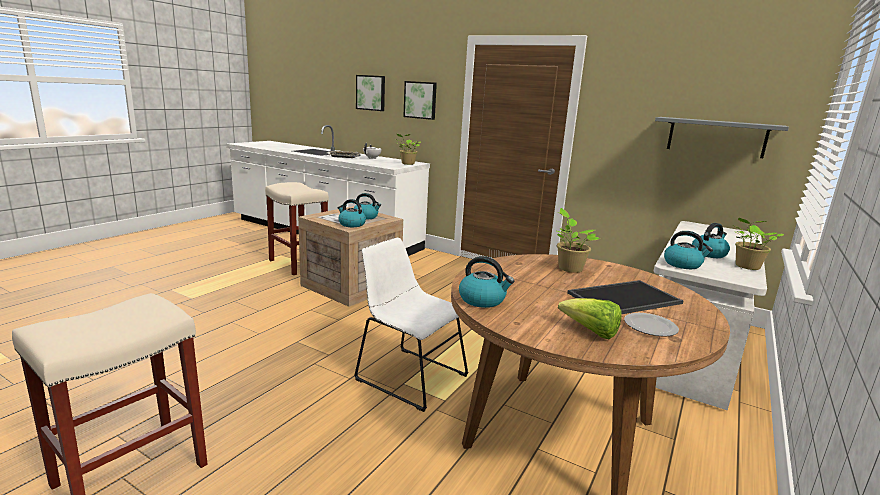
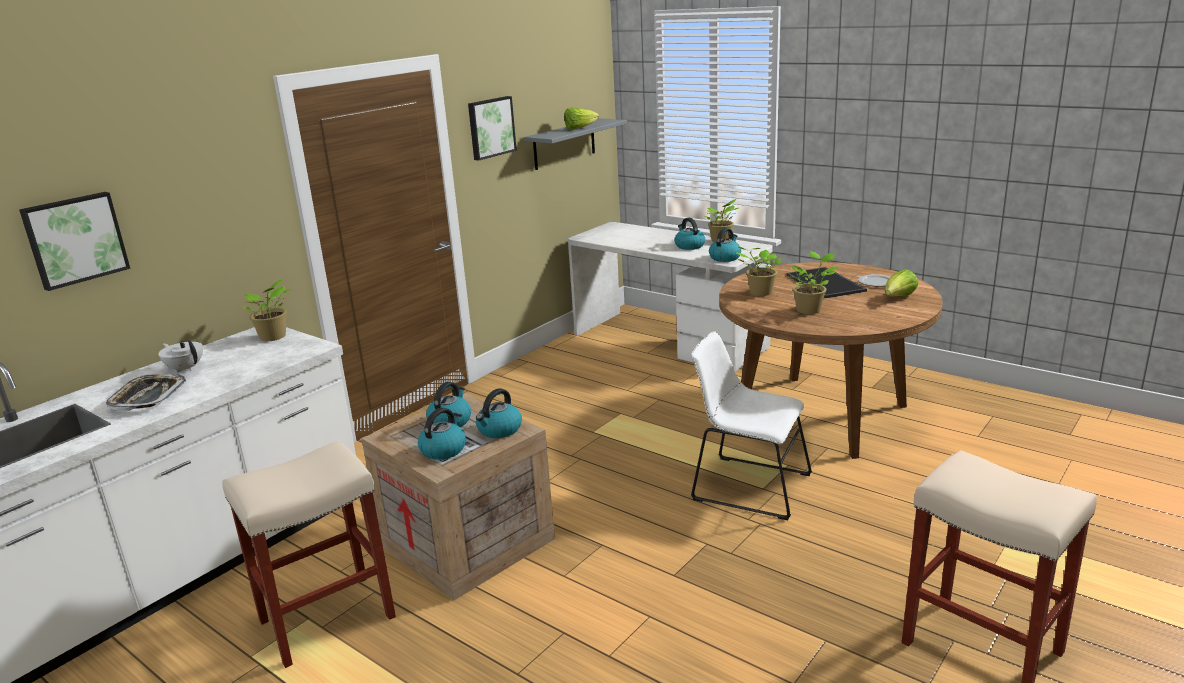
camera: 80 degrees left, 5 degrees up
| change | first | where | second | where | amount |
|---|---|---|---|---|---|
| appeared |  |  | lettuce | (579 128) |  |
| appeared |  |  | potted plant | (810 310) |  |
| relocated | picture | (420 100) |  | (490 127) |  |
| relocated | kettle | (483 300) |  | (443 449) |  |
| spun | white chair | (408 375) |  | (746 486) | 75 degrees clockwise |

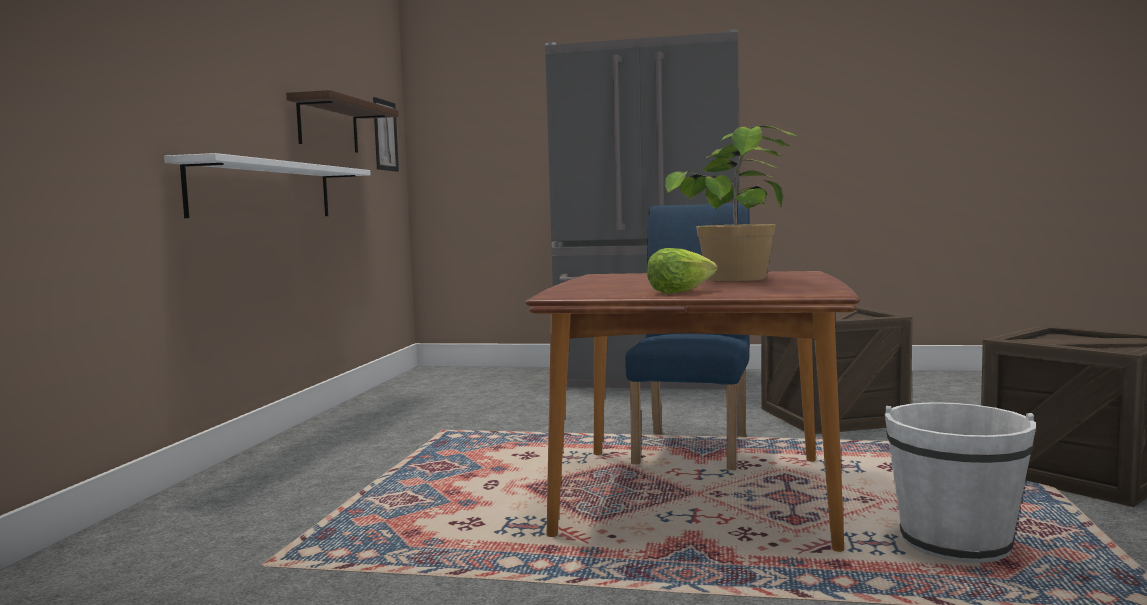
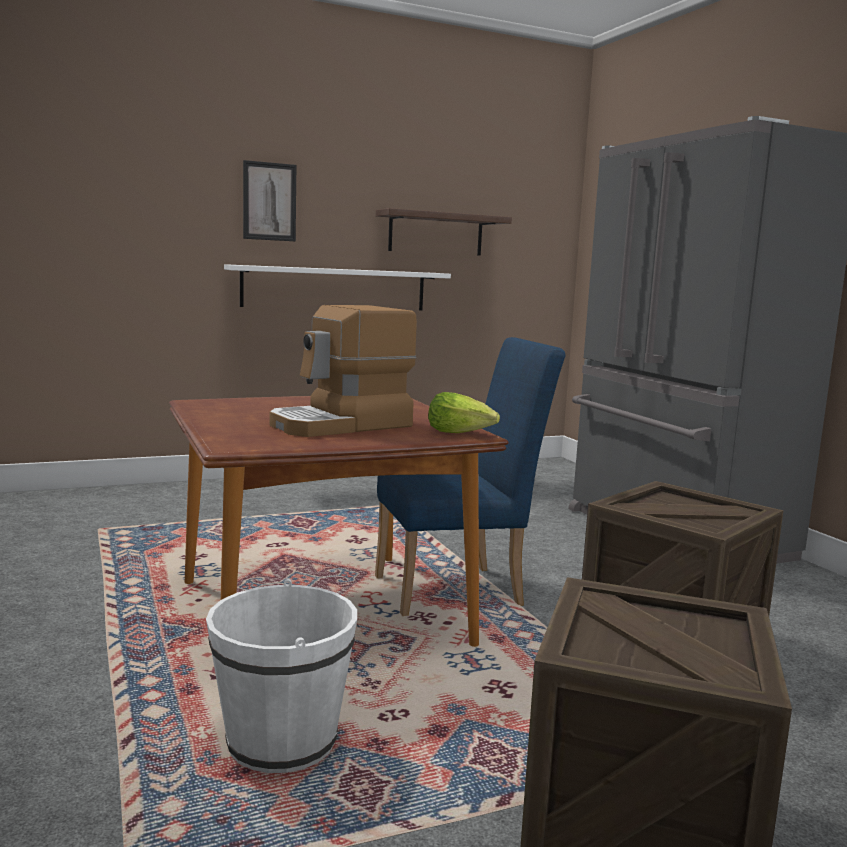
camera: 55 degrees right, 5 degrees up
| change | first | where | second | where | amount |
|---|---|---|---|---|---|
| relocated | picture | (385 135) |  | (269 201) |  |
| relocated | lettuce | (679 292) |  | (460 433) |  |
| exchanged | potted plant | (738 281) | coffee machine | (342 425) |  |

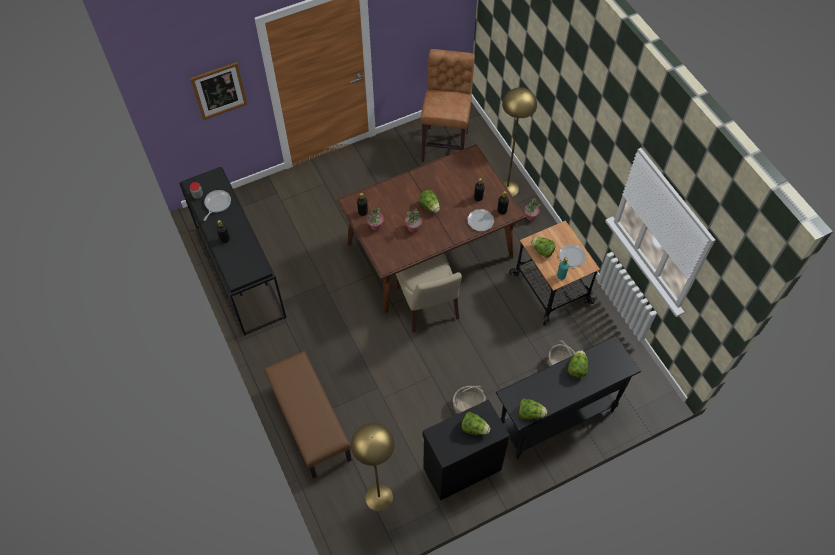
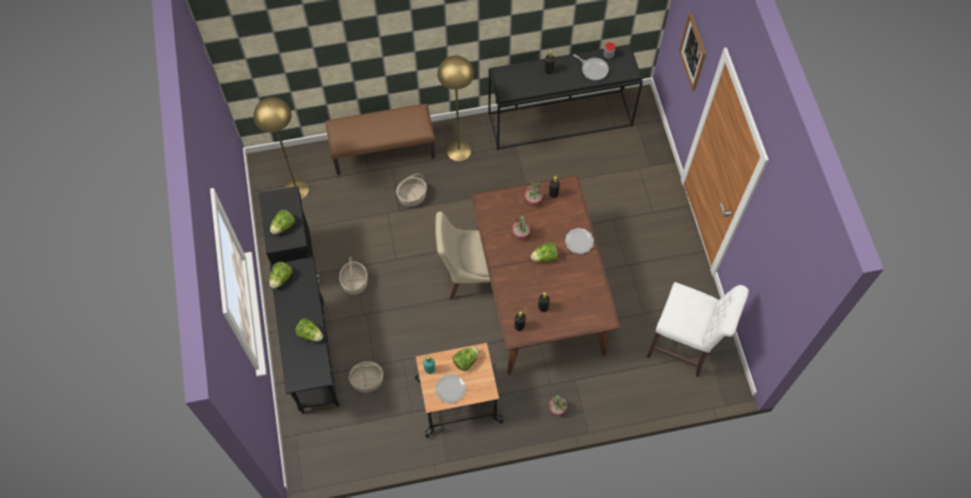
camera: 105 degrees right, 5 degrees up
| change | first | where | second | where | amount |
|---|---|---|---|---|---|
| appeared |  |  | basket | (412 196) |  |
| relocated | plate | (480 220) |  | (579 241) |  |
| relocated | yellow floor lamp | (507 188) |  | (459 151) |  |
| colour | brown stool | (445 144) | white stool | (684 348) |  |

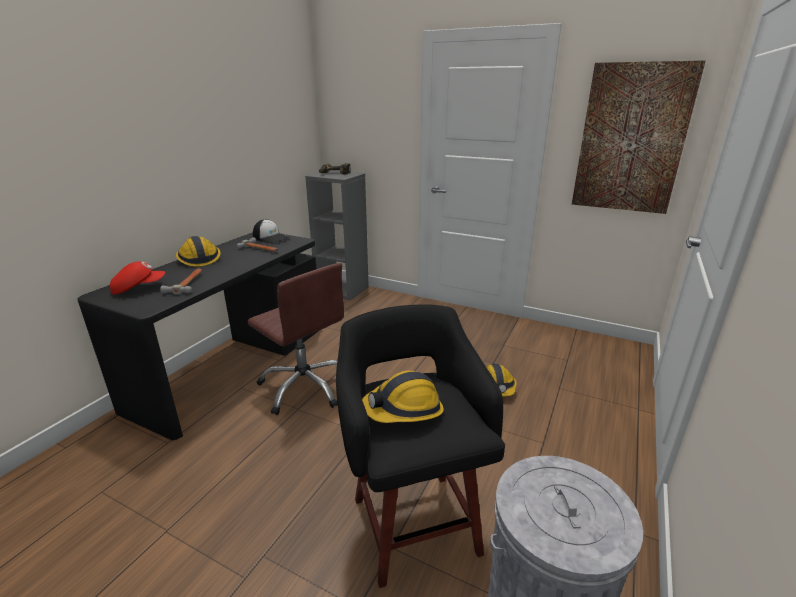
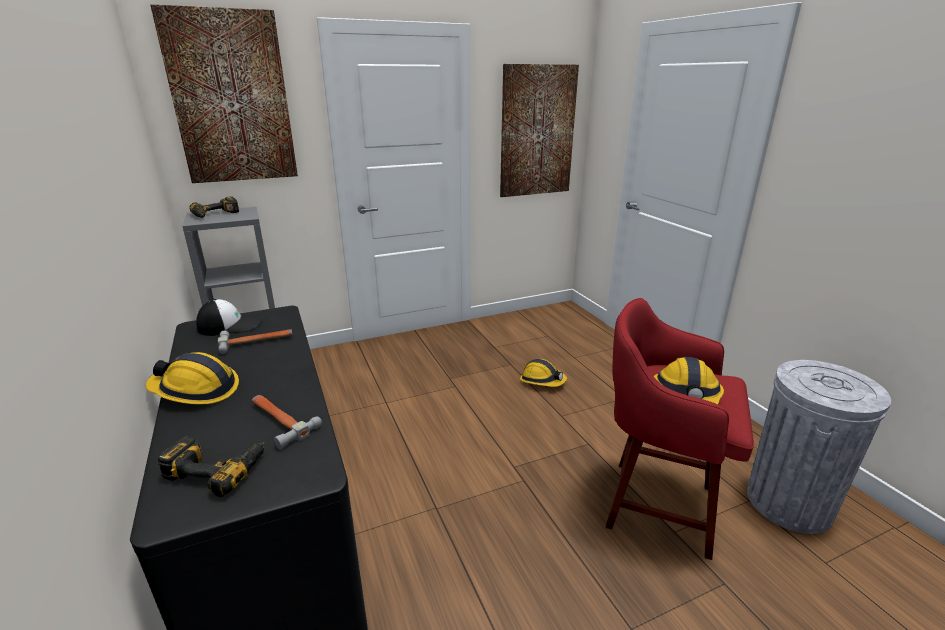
camera: 50 degrees left, 0 degrees up
| change | first | where | second | where | amount |
|---|---|---|---|---|---|
| missing | brown office chair | (305 386) |  |  |  |
| appeared |  |  | picture | (231 99) |  |
| exchanged | red cap | (138 288) | power drill | (218 467) |  |
| colour | black stool | (413 521) | red stool | (655 504) |  |

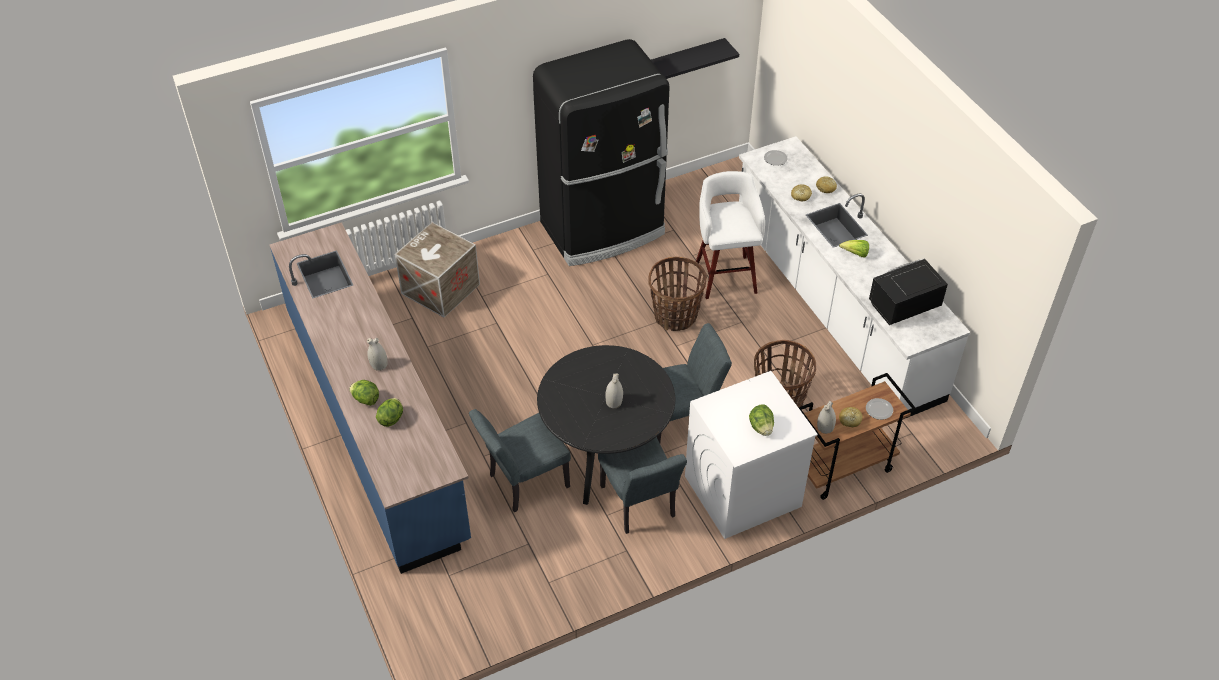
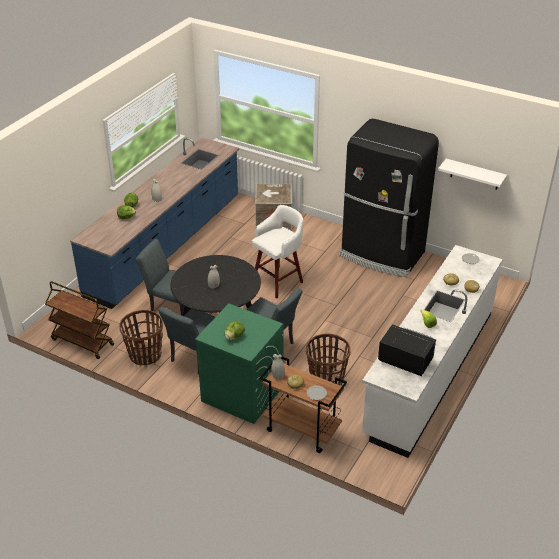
camera: 55 degrees right, 10 degrees down
| change | first | where | second | where | amount |
|---|---|---|---|---|---|
| appeared |  |  | brown cart | (82 342) |  |
| relocated | basket | (675 316) |  | (145 355) |  |
| relocated | white stool | (725 275) |  | (279 281) |  |
| colour | black shelf | (685 60) | white shelf | (474 174) |  |
| colour | white washing machine | (742 492) | green washing machine | (242 393) |  |

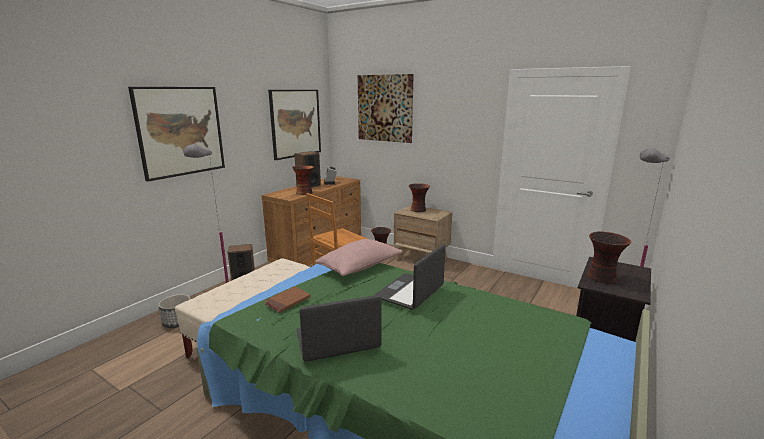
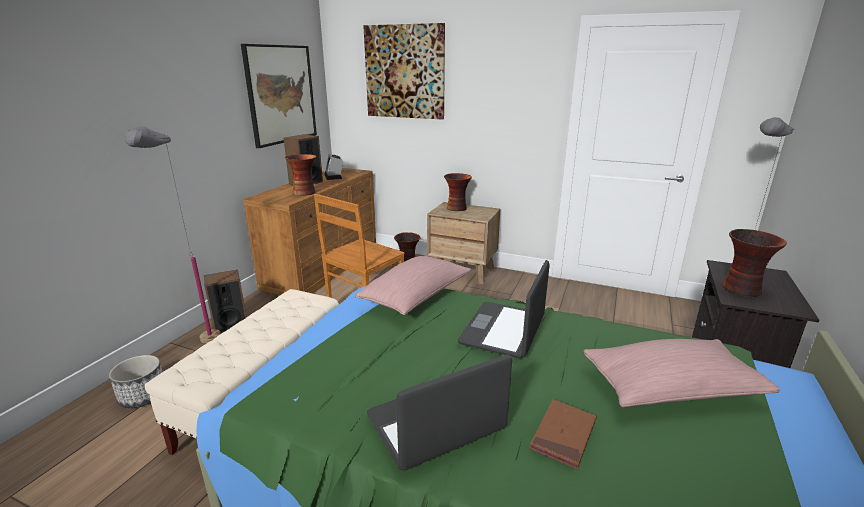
camera: 10 degrees left, 5 degrees up
| change | first | where | second | where | amount |
|---|---|---|---|---|---|
| missing | picture | (180 131) |  |  |  |
| appeared |  |  | pink pillow | (670 389) |  |
| relocated | brown book | (288 301) |  | (563 435) |  |

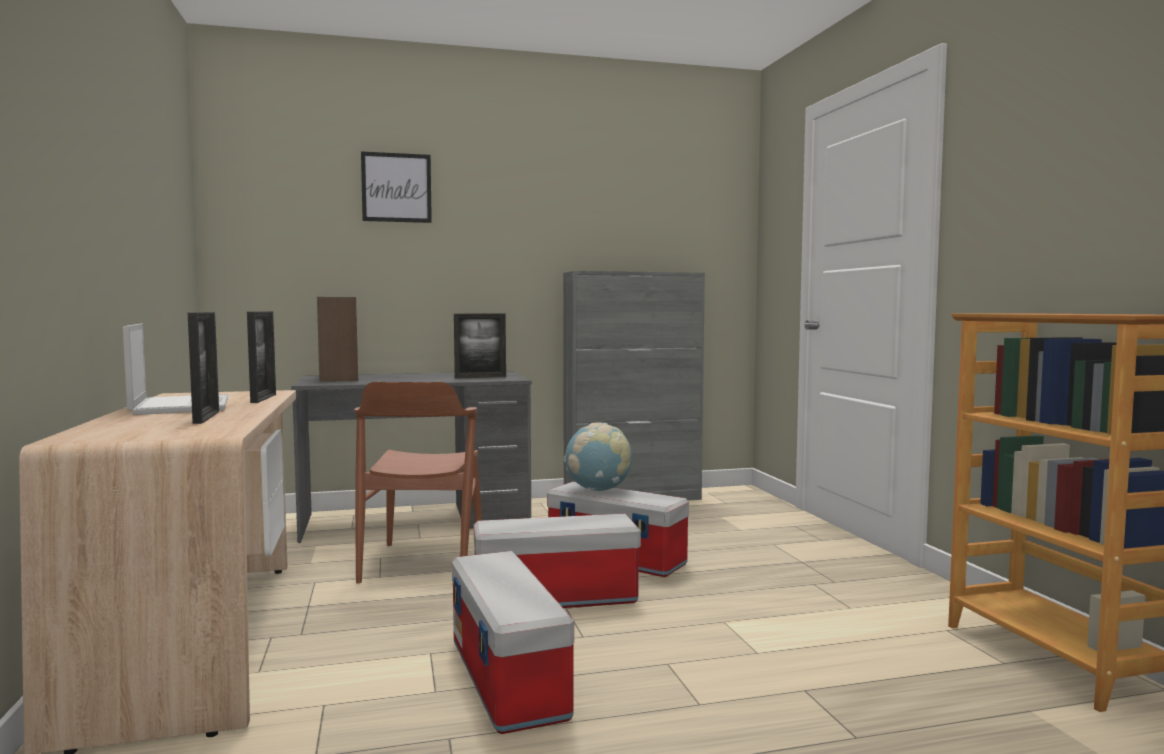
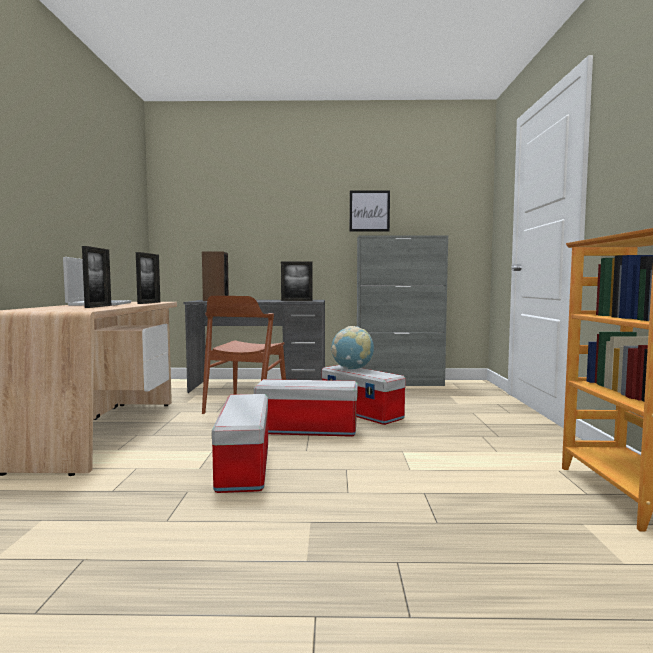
camera: 15 degrees right, 0 degrees up
| change | first | where | second | where | amount |
|---|---|---|---|---|---|
| relocated | picture | (396 187) |  | (369 211) |  |

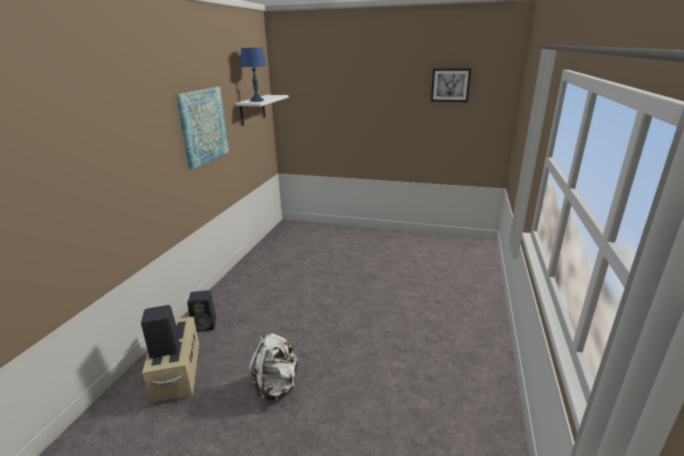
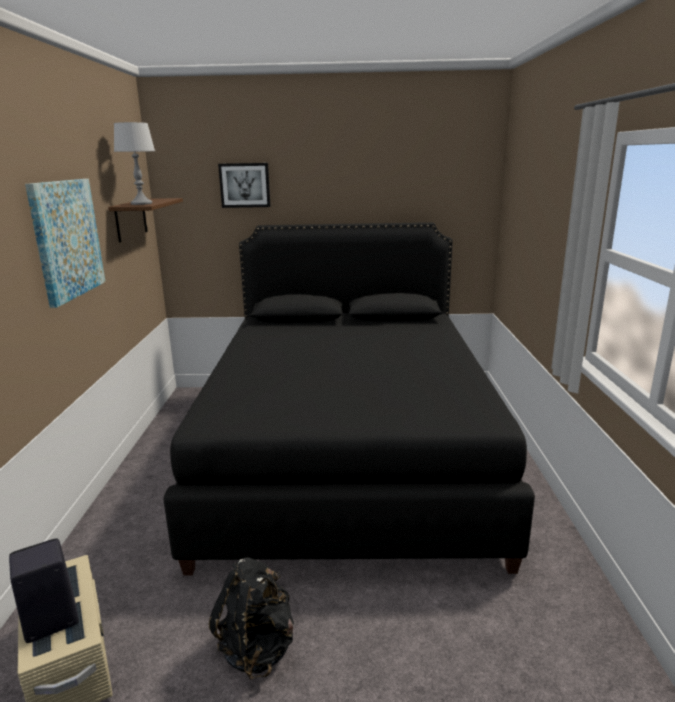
camera: 15 degrees left, 5 degrees down
| change | first | where | second | where | amount |
|---|---|---|---|---|---|
| missing | black speaker | (205 325) |  |  |  |
| appeared |  |  | black bed | (347 454) |  |
| relocated | picture | (450 85) |  | (245 185) |  |
| colour | white shelf | (252 110) | brown shelf | (131 219) |  |
| colour | blue table lamp | (256 100) | grey table lamp | (141 204) |  |
| colour | white backpack | (276 387) | black backpack | (258 648) |  |

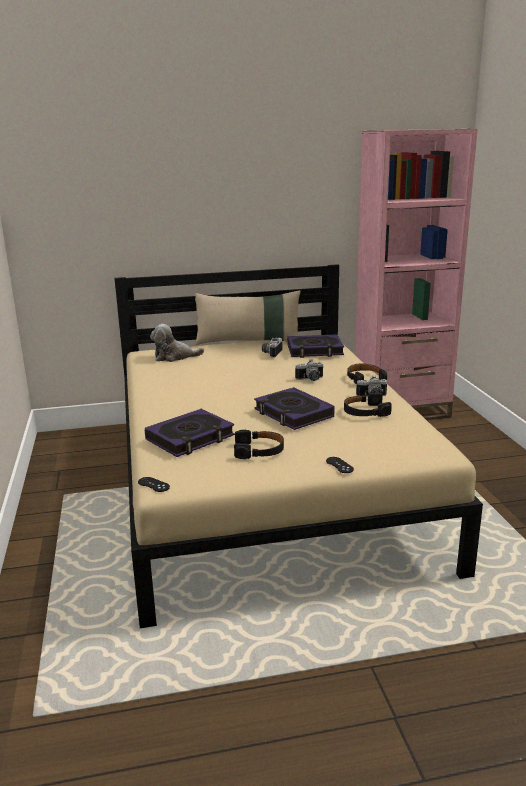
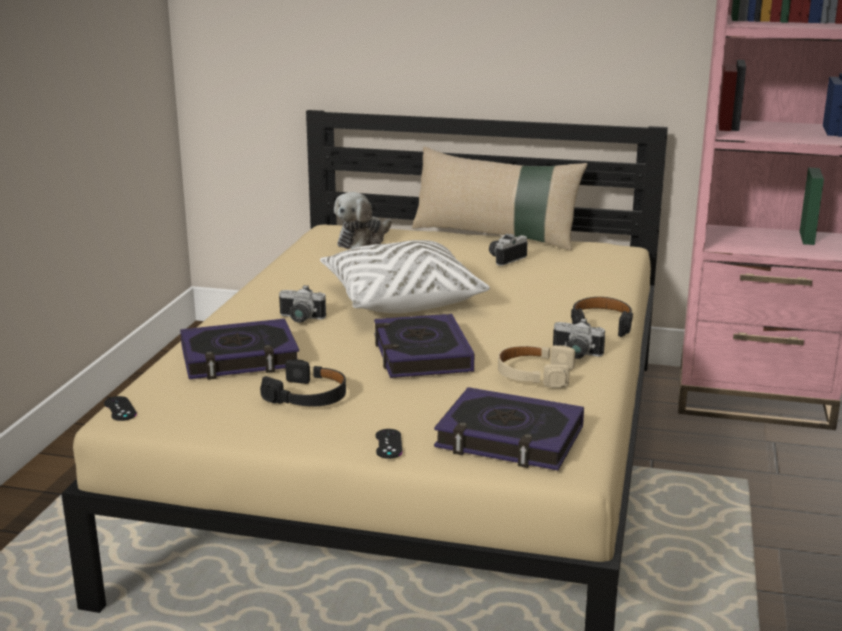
camera: 25 degrees right, 0 degrees up
| change | first | where | second | where | amount |
|---|---|---|---|---|---|
| appeared |  |  | white pillow | (400 299) |  |
| relocated | book | (315 350) |  | (509 438) |  |
| relocated | photo camera | (310 379) |  | (300 319) |  |
| colour | black headphones | (365 411) | beige headphones | (534 374) |  |
| spun | plush toy | (174 357) |  | (363 241) | 75 degrees counterclockwise |

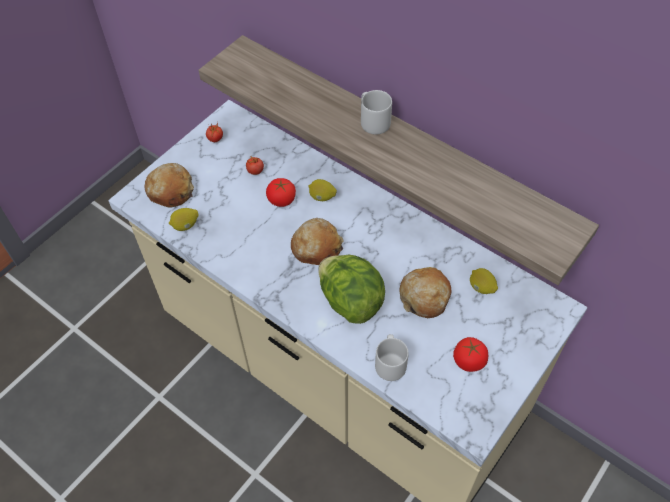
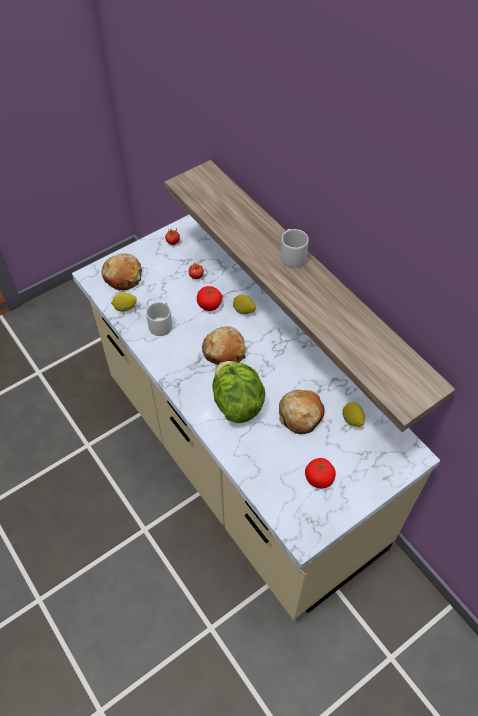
camera: 15 degrees right, 0 degrees up
| change | first | where | second | where | amount |
|---|---|---|---|---|---|
| relocated | grey mug | (390 363) |  | (161 324) |  |

